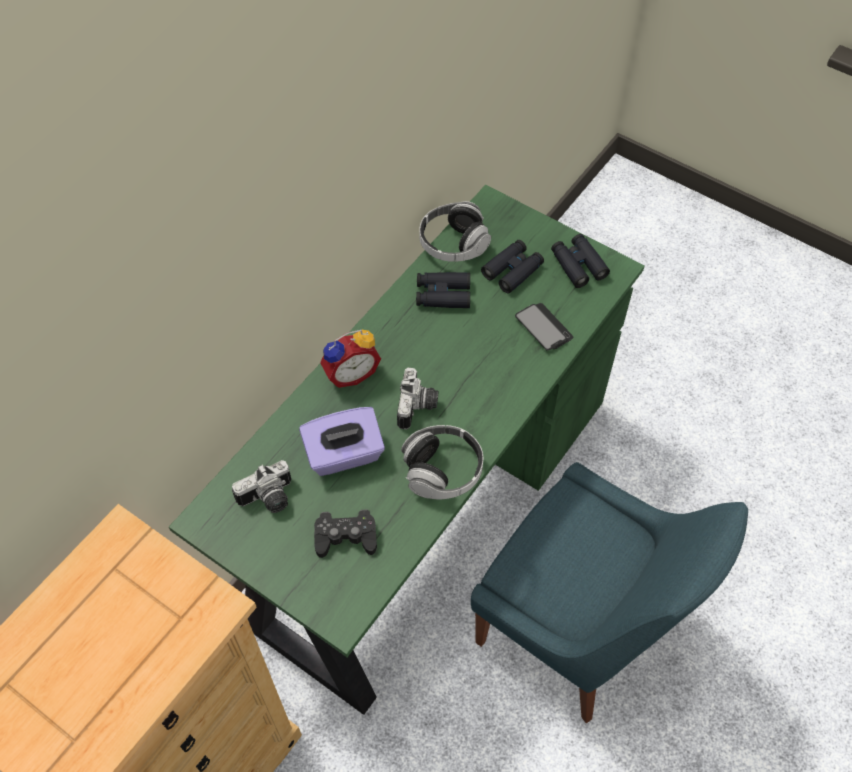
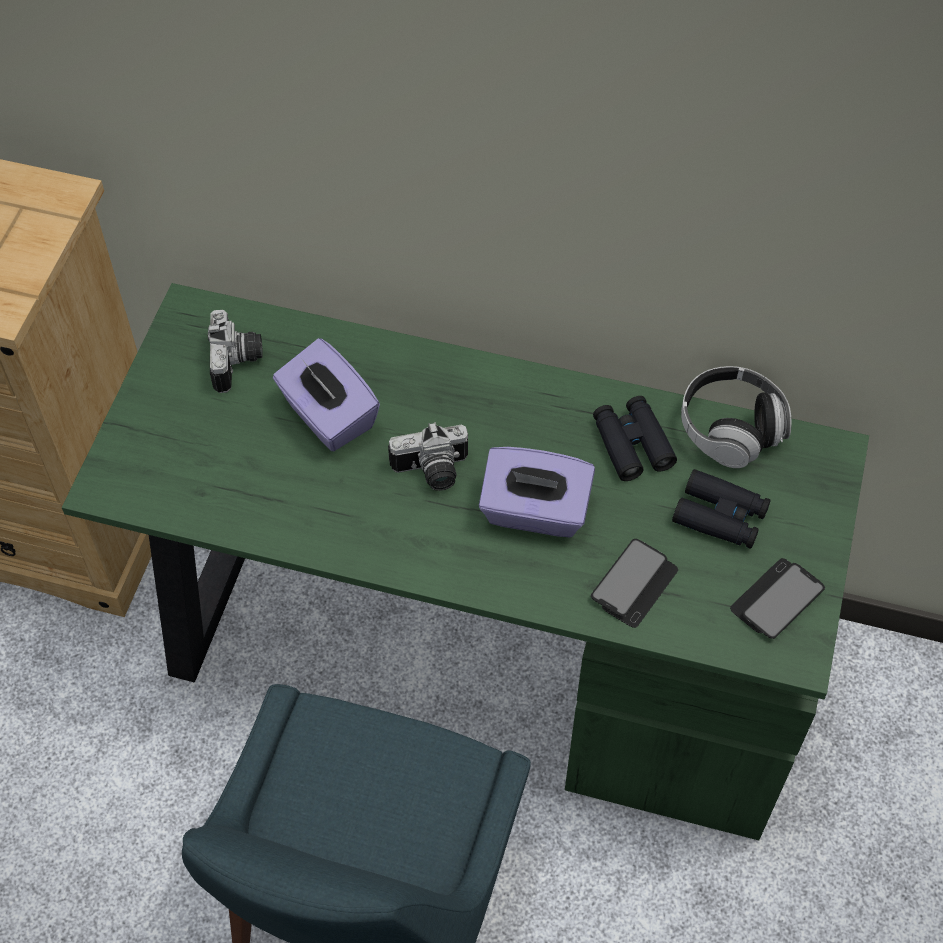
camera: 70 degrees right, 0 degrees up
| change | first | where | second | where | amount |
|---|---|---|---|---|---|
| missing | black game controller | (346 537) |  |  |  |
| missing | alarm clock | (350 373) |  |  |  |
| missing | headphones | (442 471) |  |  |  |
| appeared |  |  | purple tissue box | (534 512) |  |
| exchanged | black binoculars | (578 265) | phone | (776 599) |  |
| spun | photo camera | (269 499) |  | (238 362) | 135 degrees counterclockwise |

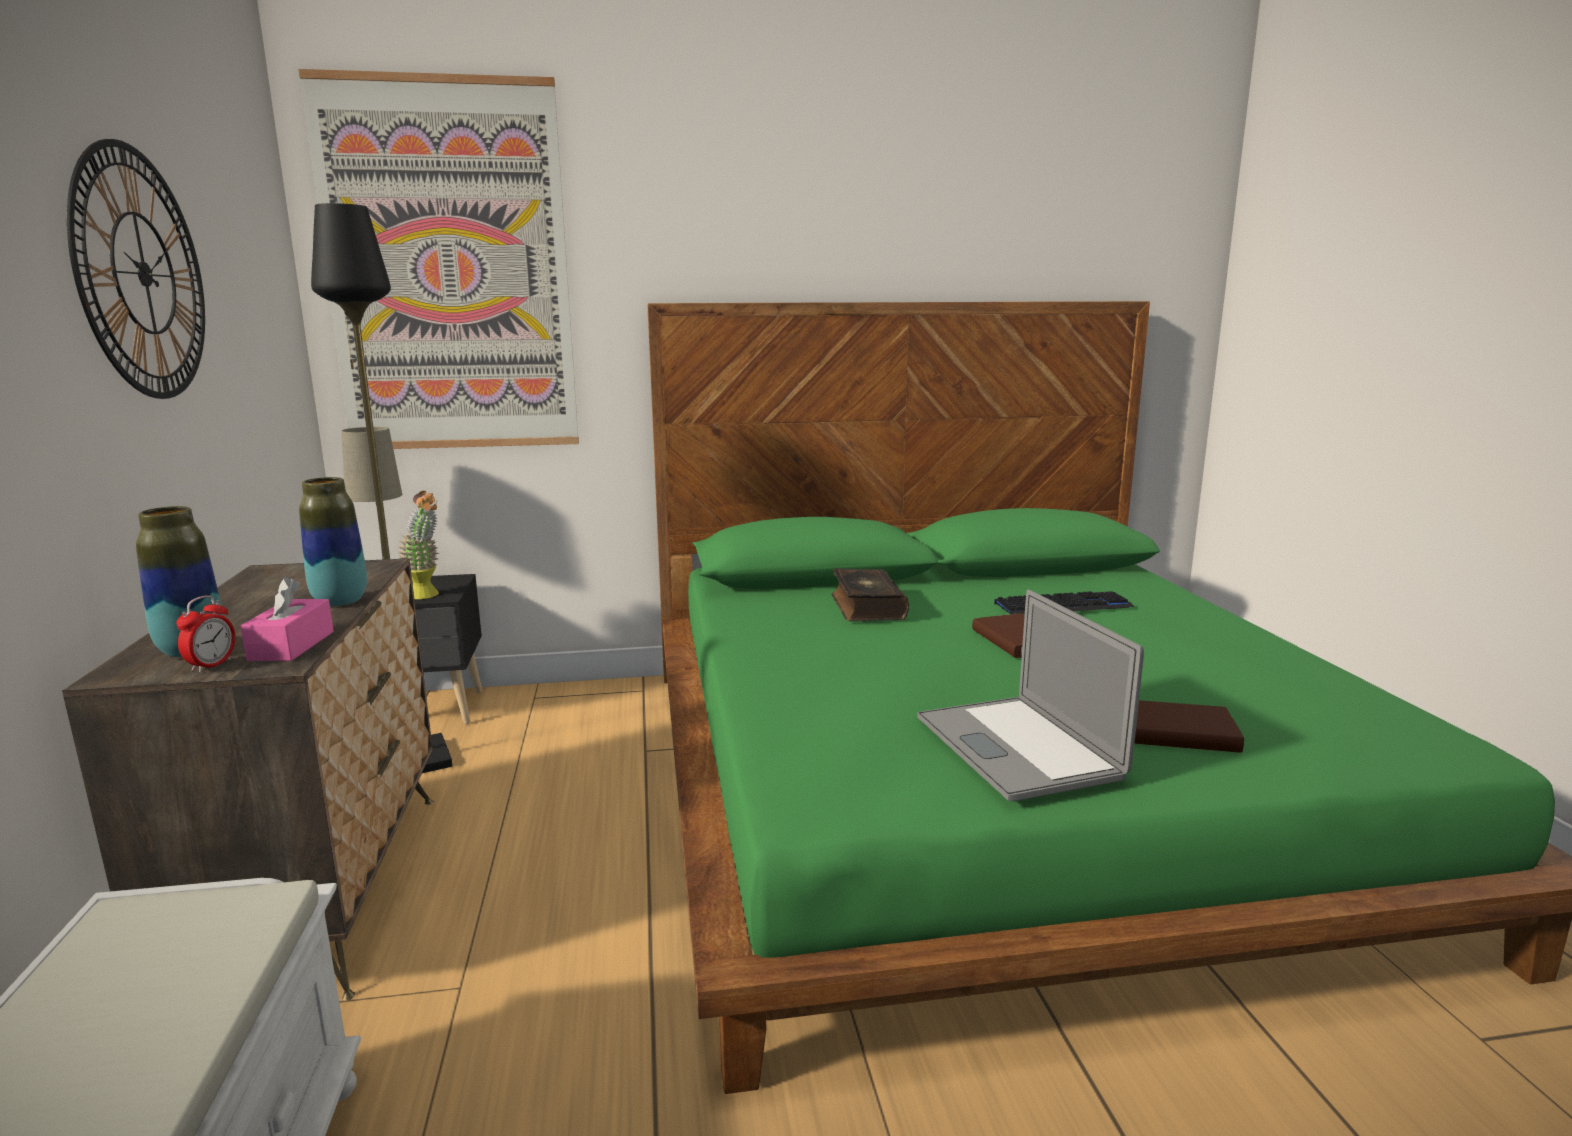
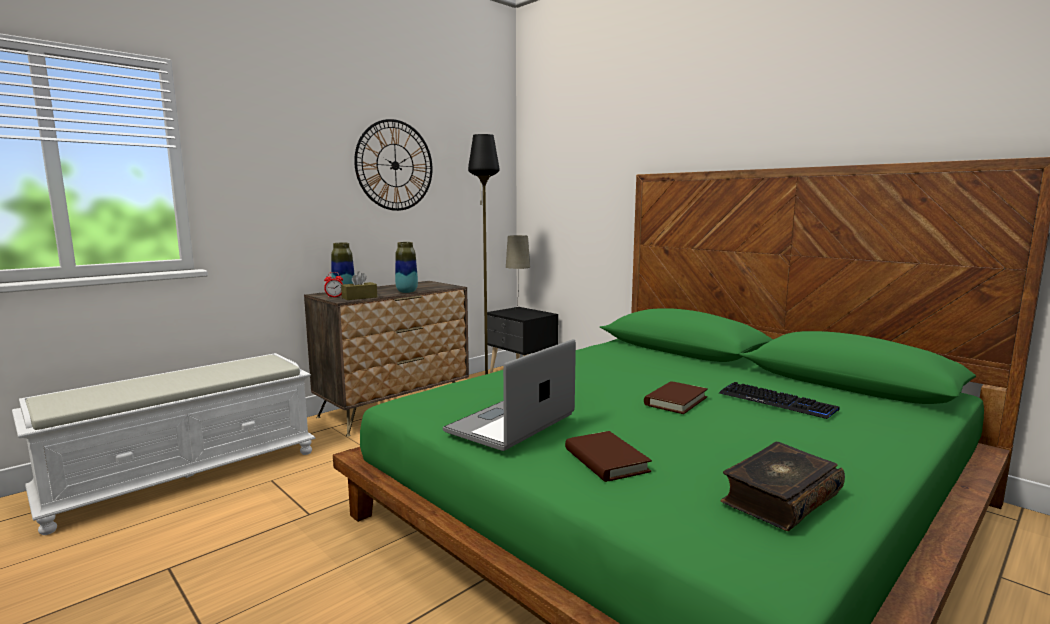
camera: 55 degrees right, 5 degrees down
| change | first | where | second | where | amount |
|---|---|---|---|---|---|
| missing | picture | (449 270) |  |  |  |
| missing | potted plant | (428 596) |  |  |  |
| relocated | book | (866 607) |  | (779 498) |  |
| colour | pink tissue box | (292 646) | brown tissue box | (359 297) |  |

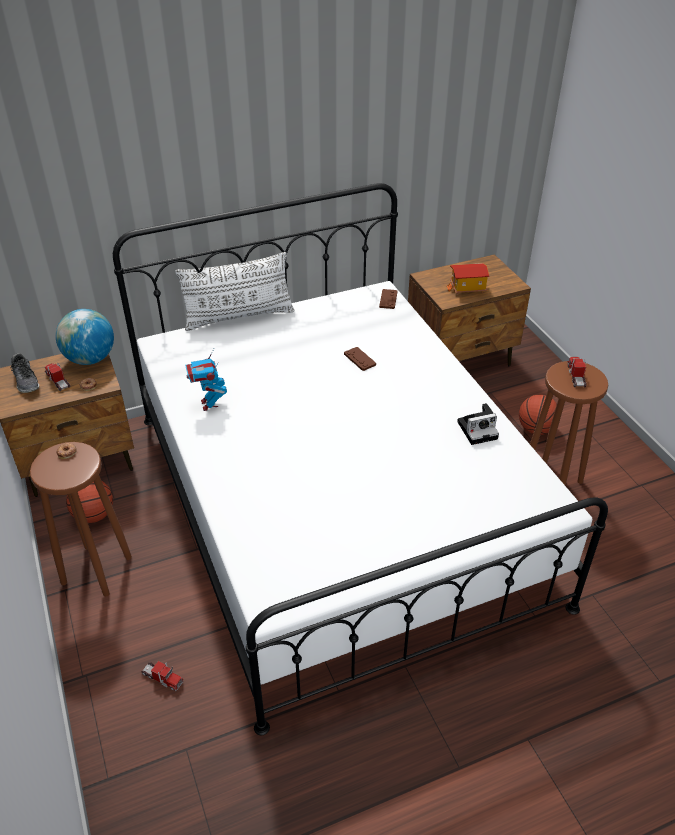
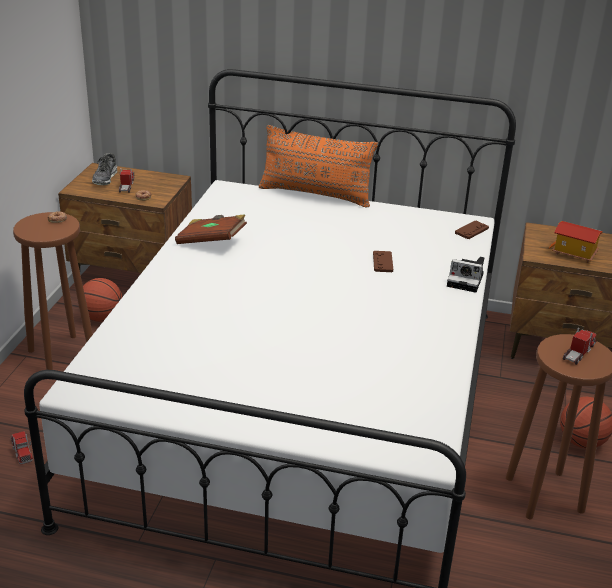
camera: 35 degrees right, 10 degrees down
| change | first | where | second | where | amount |
|---|---|---|---|---|---|
| missing | globe | (90 359) |  |  |  |
| relocated | photo camera | (478 429) |  | (467 280) |  |
| exchanged | toy robot | (209 404) | brown book | (211 241) |  |
| colour | white pillow | (239 316) | orange pillow | (315 194) |  |

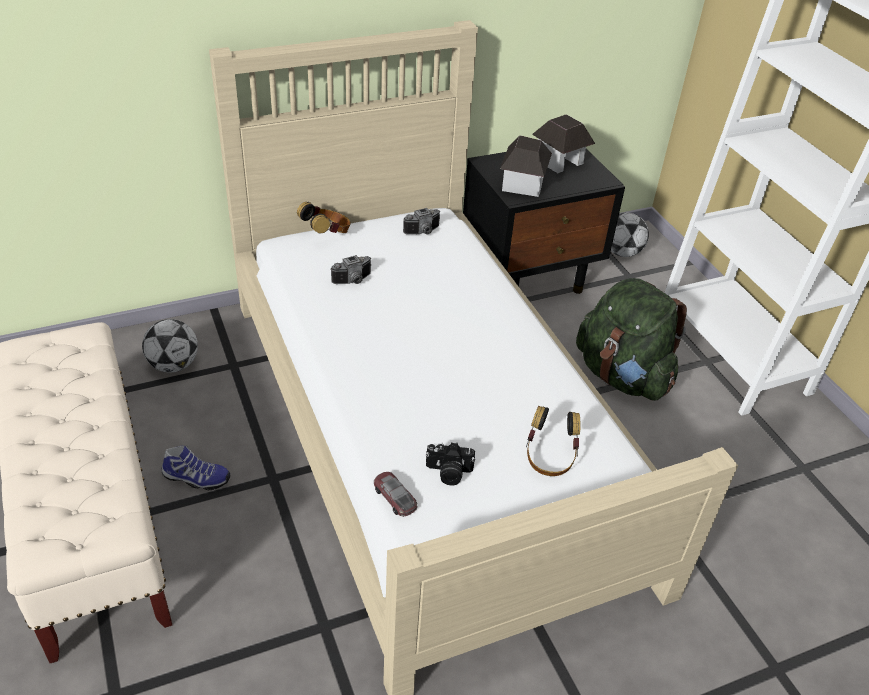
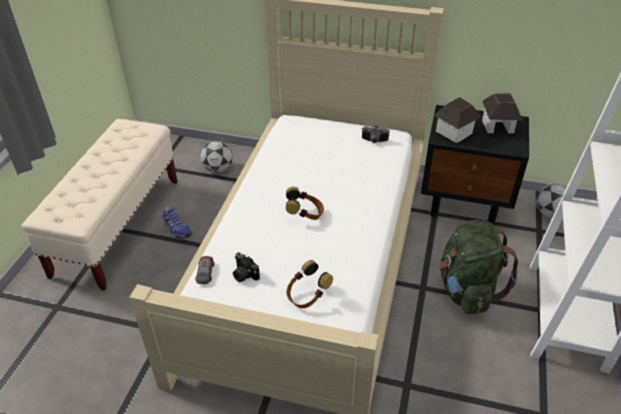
camera: 40 degrees right, 0 degrees up
| change | first | where | second | where | amount |
|---|---|---|---|---|---|
| missing | photo camera | (354 281) |  |  |  |
| relocated | headphones | (327 234) |  | (305 215) |  |

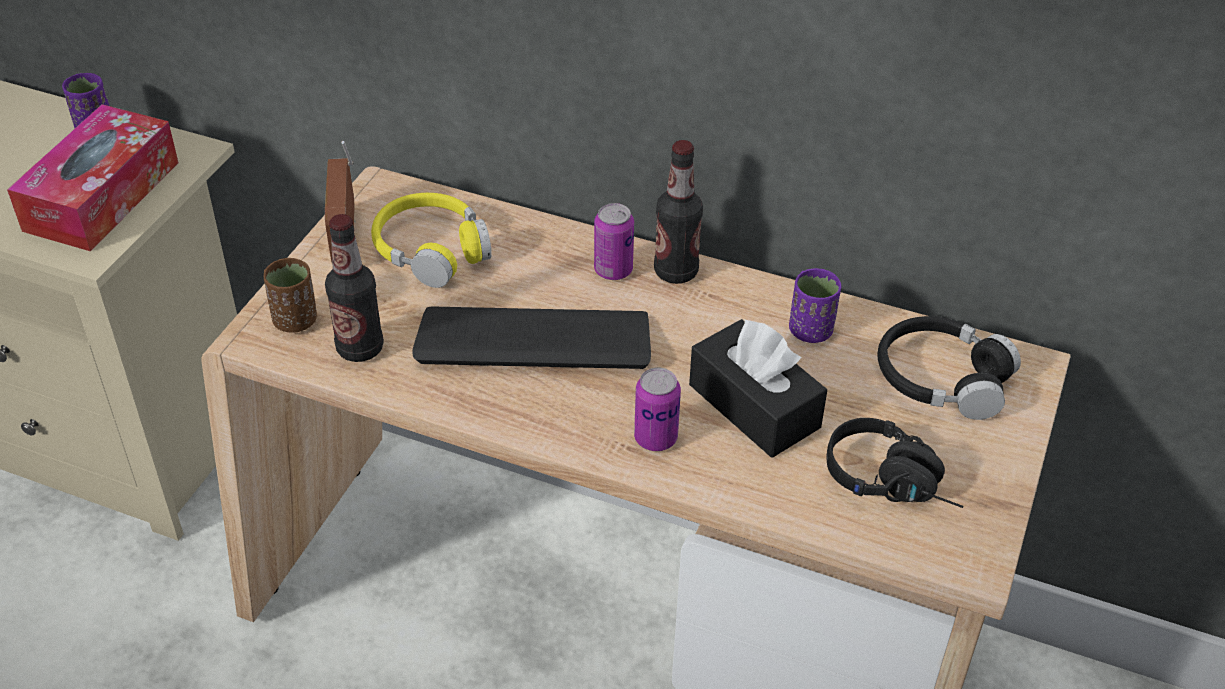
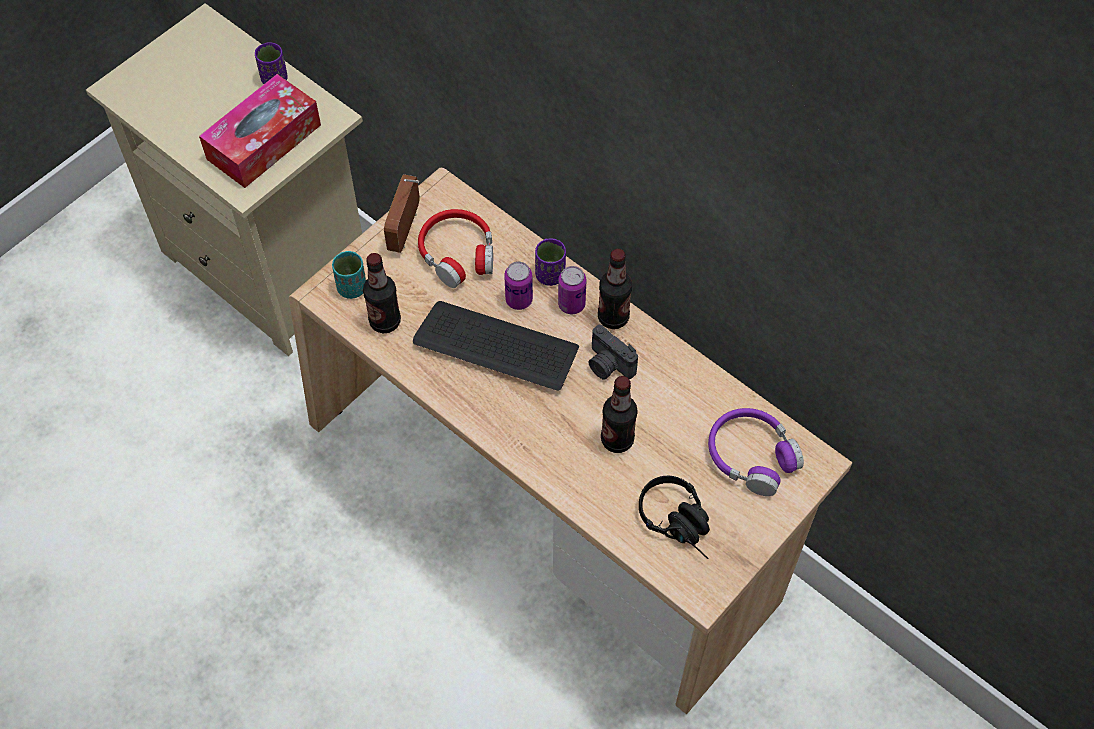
camera: 20 degrees right, 15 degrees up
| change | first | where | second | where | amount |
|---|---|---|---|---|---|
| appeared |  |  | photo camera | (608 365) |  |
| relocated | can | (655 438) |  | (519 300) |  |
| relocated | purple cup | (811 331) |  | (550 275) |  |
| exchanged | black tissue box | (754 406) | bottle | (617 440) |  |
| colour | brown cup | (295 321) | turquoise cup | (352 288) |  |
| colour | yellow headphones | (432 250) | red headphones | (458 254) |  |
| colour | black headphones | (941 379) | purple headphones | (751 456) |  |

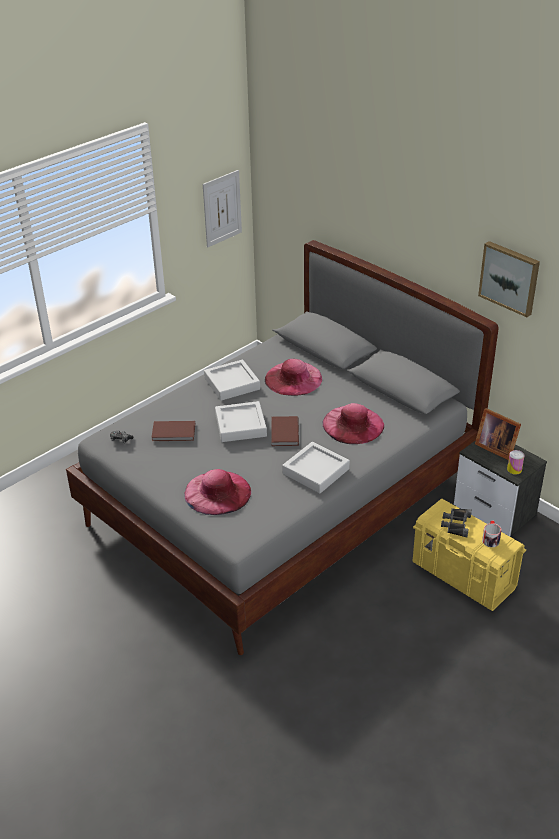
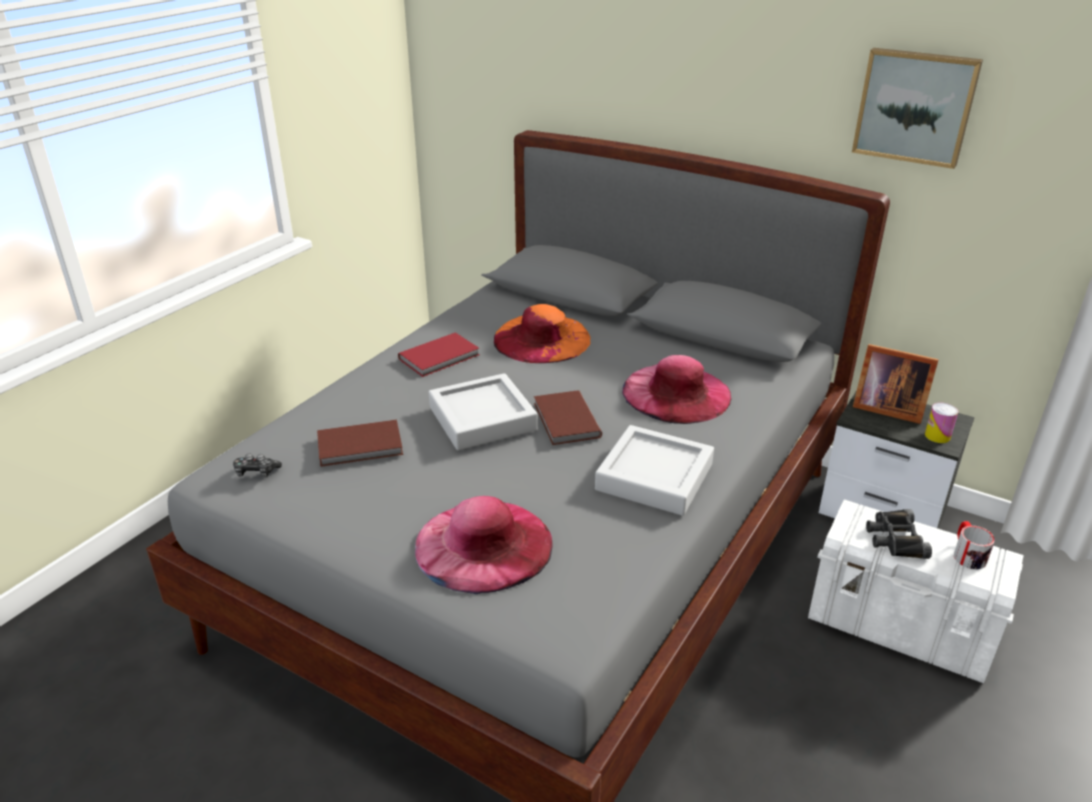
camera: 15 degrees left, 5 degrees down
| change | first | where | second | where | amount |
|---|---|---|---|---|---|
| missing | picture | (222 208) |  |  |  |
| exchanged | grey tray | (232 384) | red book | (441 357) |  |
| colour | pink hat | (293 378) | orange hat | (542 338) |  |
| colour | yellow storage box | (464 576) | white storage box | (900 628) |  |

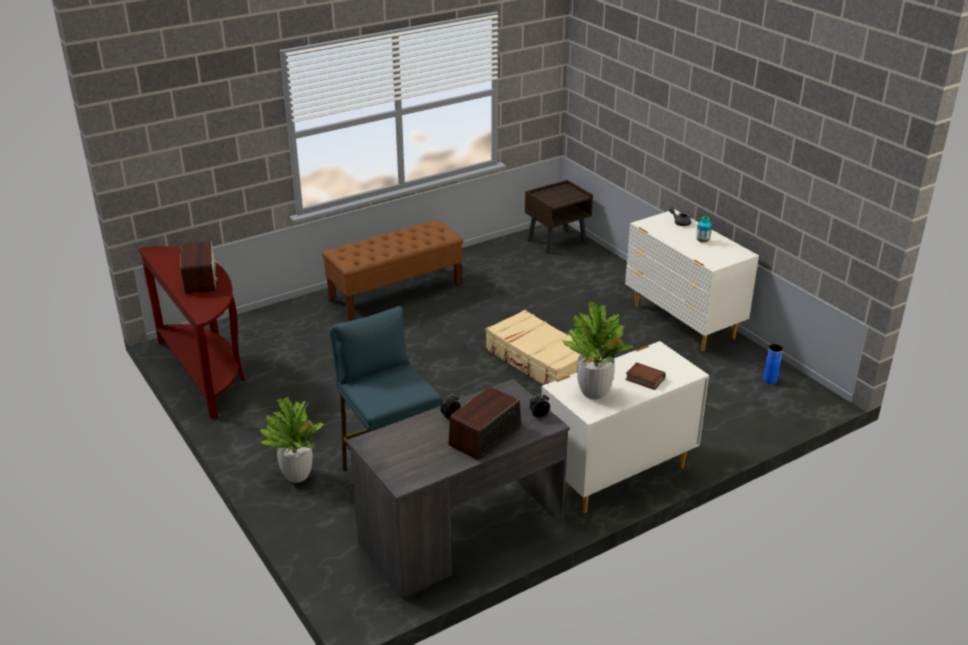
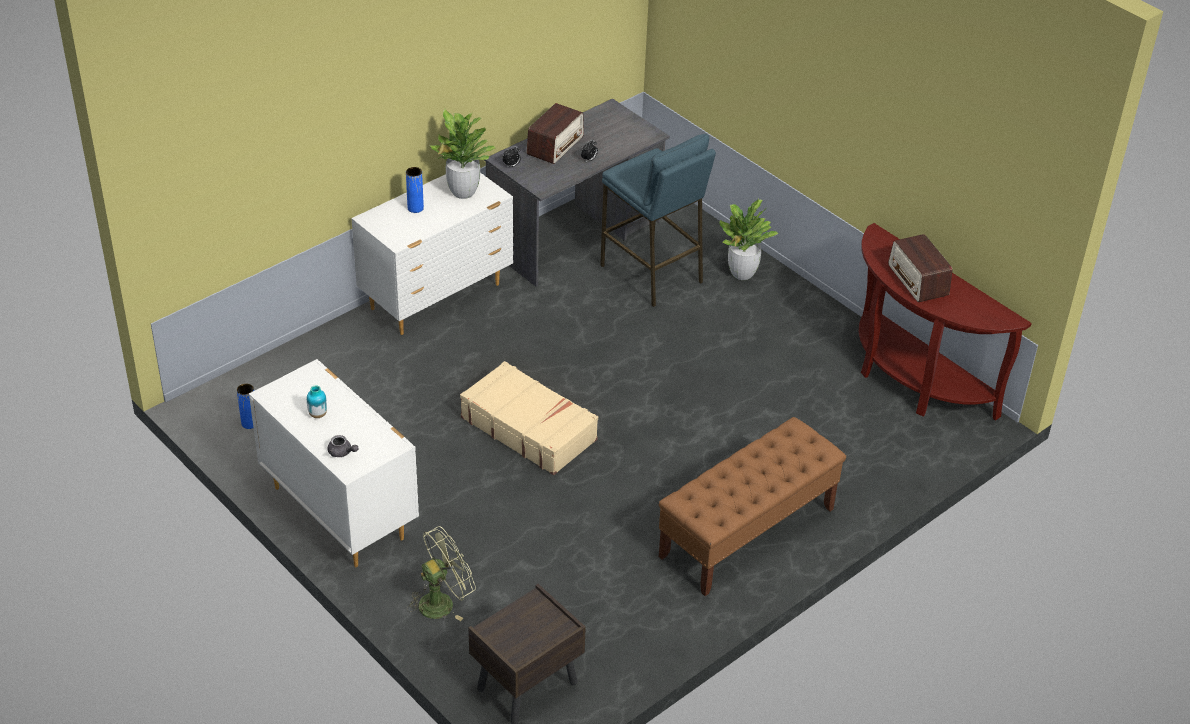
camera: 170 degrees right, 10 degrees up
| change | first | where | second | where | amount |
|---|---|---|---|---|---|
| appeared |  |  | green fan | (442 601) |  |
| exchanged | book | (644 379) | blue vase | (415 208) |  |

